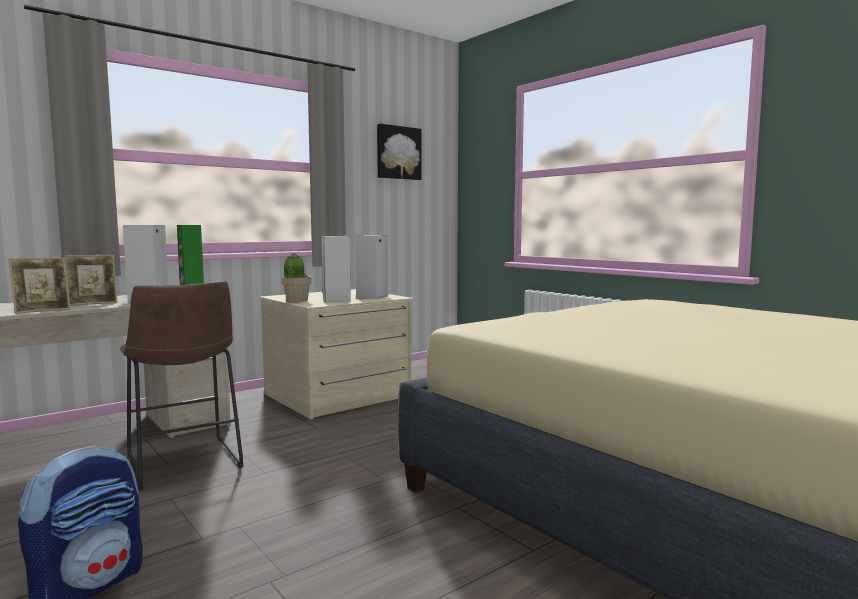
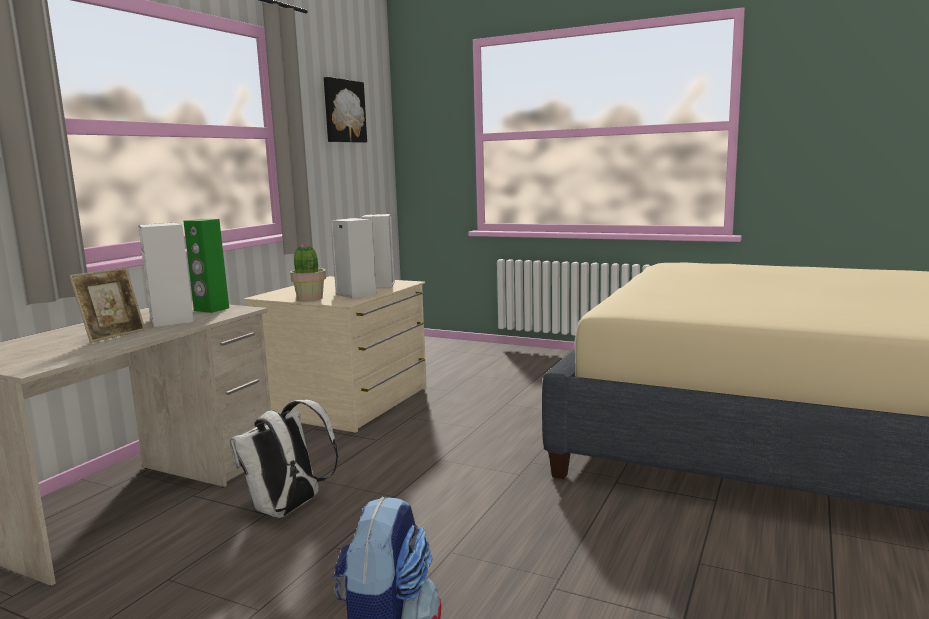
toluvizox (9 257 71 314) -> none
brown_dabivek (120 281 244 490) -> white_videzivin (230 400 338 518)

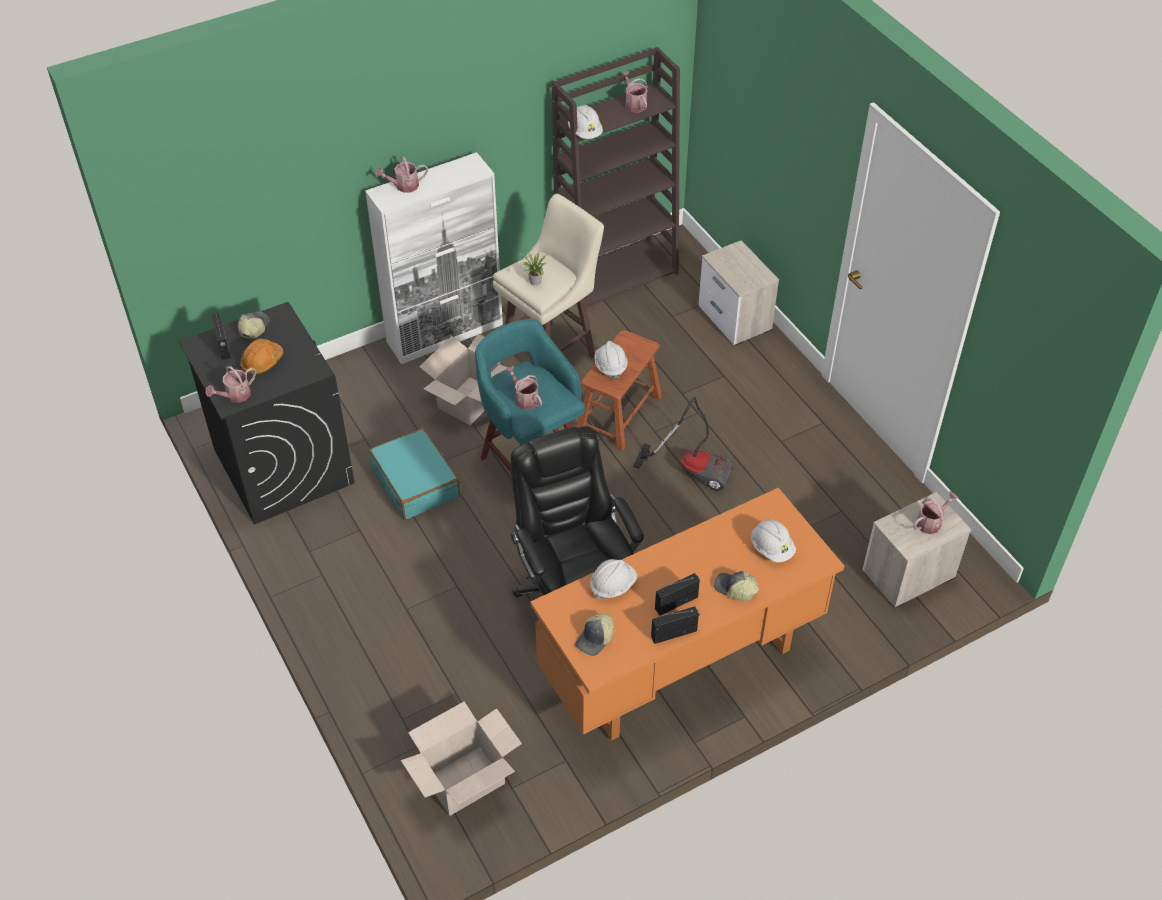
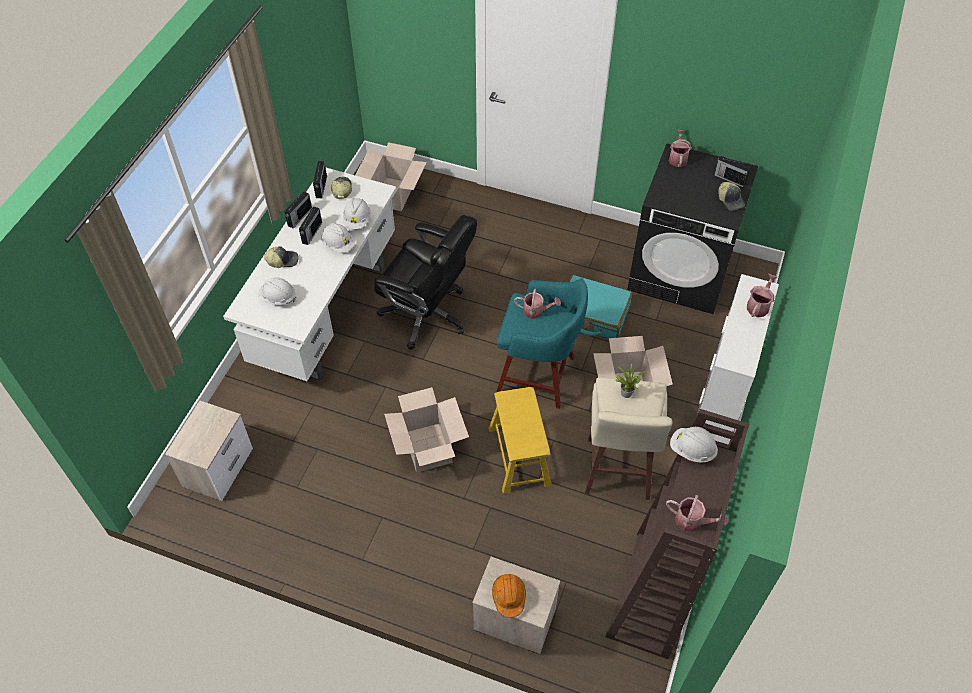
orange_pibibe (240 339 283 374) -> orange_pibibe (492 574 526 618), shifted
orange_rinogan (530 488 844 741) -> white_rinogan (223 168 397 381)
brown_dabivek (576 330 662 450) -> yellow_dabivek (489 387 552 494)
white_pibibe (594 341 628 380) -> white_pibibe (321 223 356 253), shifted
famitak (633 397 734 491) -> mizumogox (384 387 469 473)
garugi (913 491 958 534) -> none
none -> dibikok (313 161 327 198)

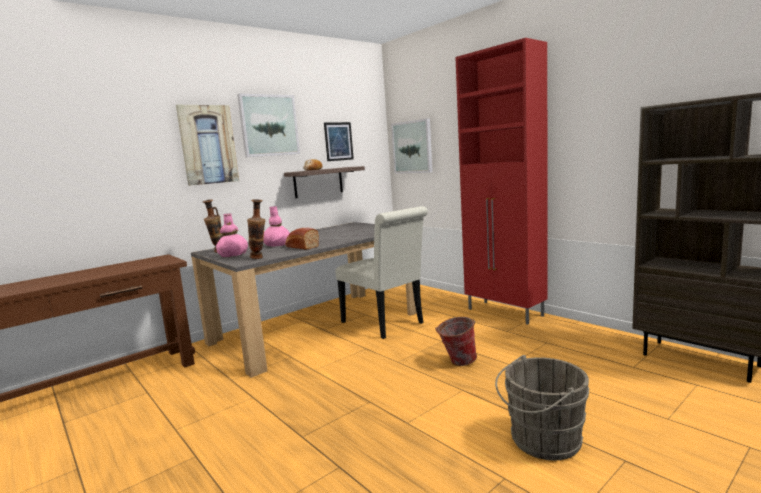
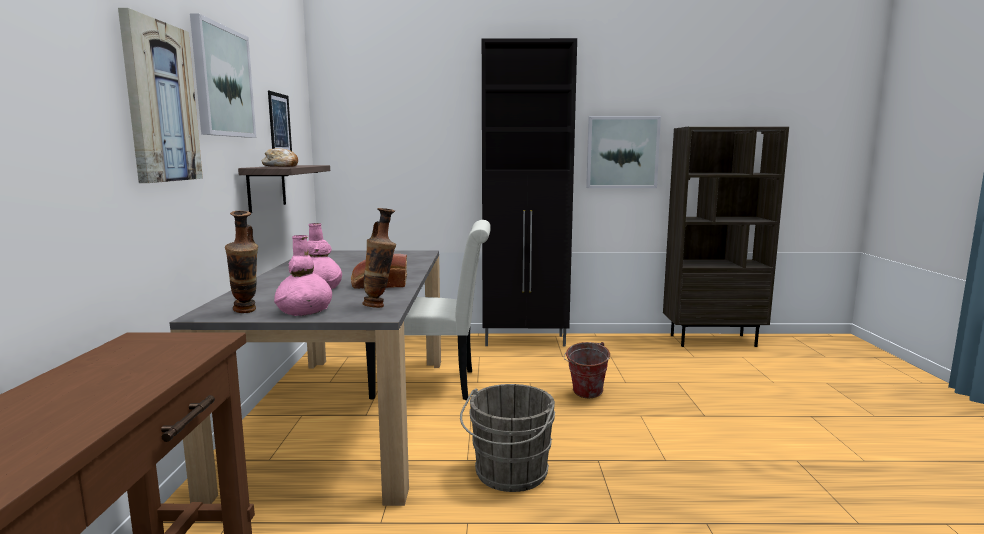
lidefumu (391 118 433 174) -> lidefumu (586 116 661 188), shifted
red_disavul (455 38 548 325) -> black_disavul (482 38 577 346)
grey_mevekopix (495 355 589 461) -> grey_mevekopix (460 384 555 492), shifted

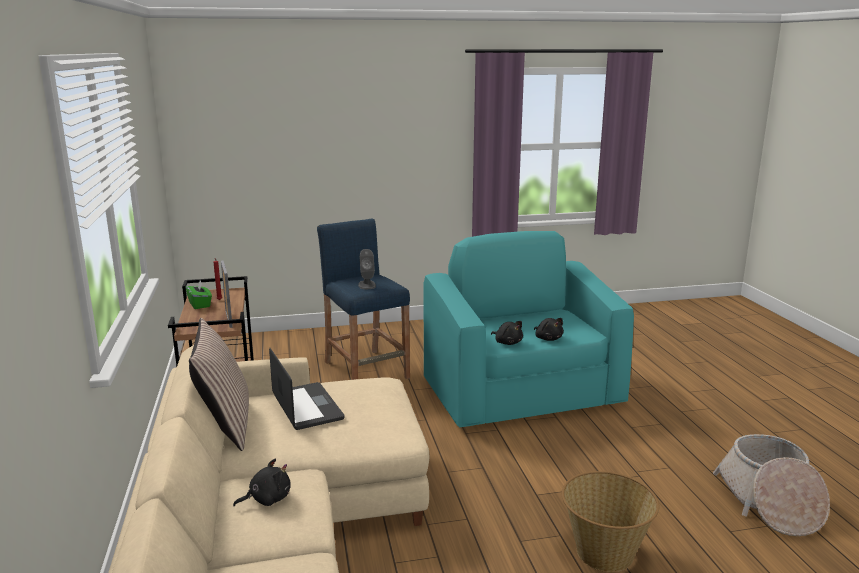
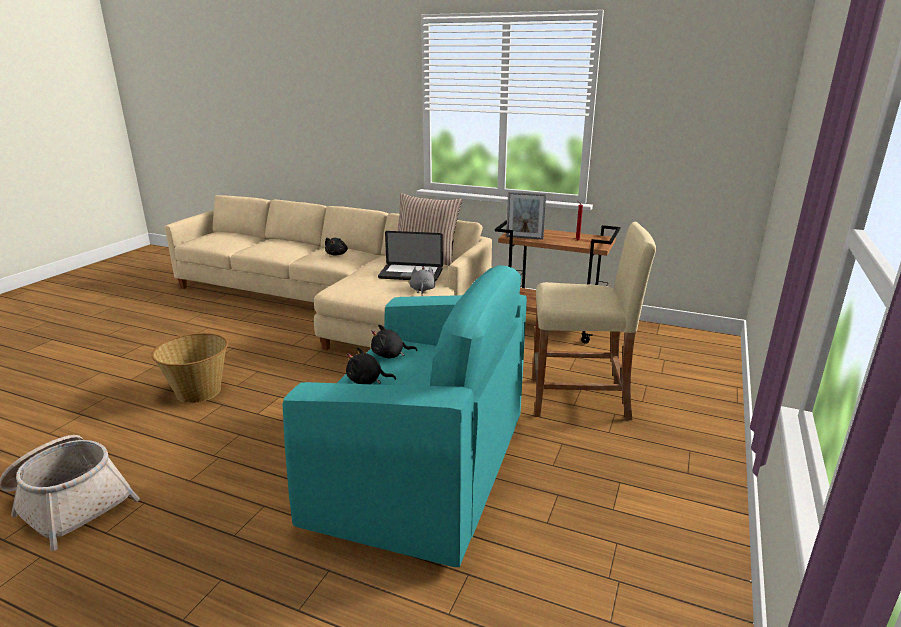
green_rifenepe (186 281 212 309) -> none
blue_dabivek (317 218 410 380) -> beige_dabivek (532 222 656 420)
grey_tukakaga (358 249 376 289) -> none
none -> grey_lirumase (409 266 435 295)

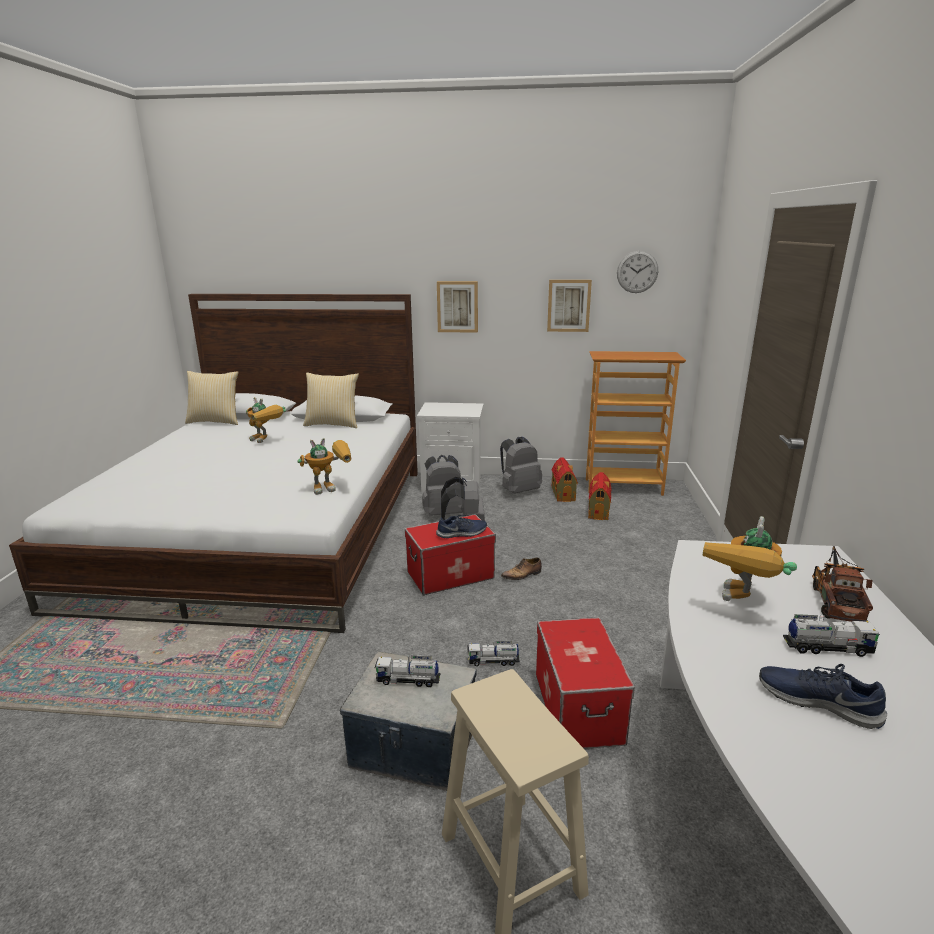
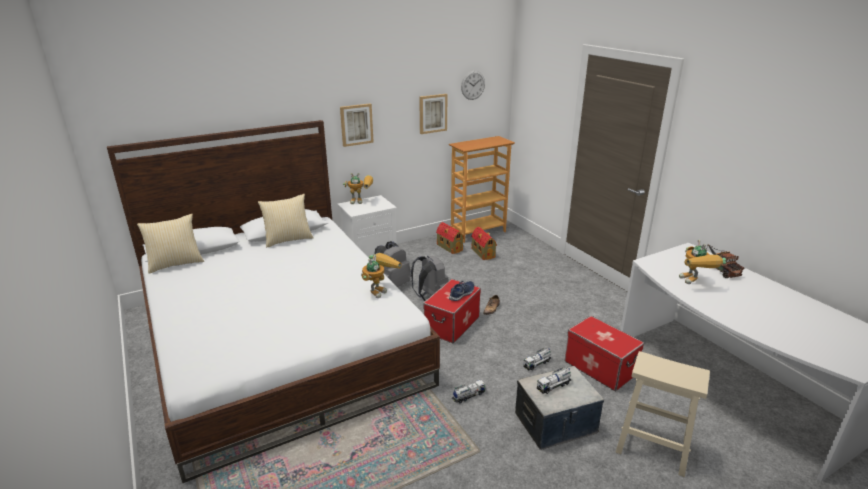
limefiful (246 397 286 443) -> limefiful (343 173 373 204), shifted
grey_videzivin (500 437 542 494) -> none
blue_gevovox (759 664 887 729) -> none
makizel (783 614 881 657) -> makizel (452 380 486 403), shifted

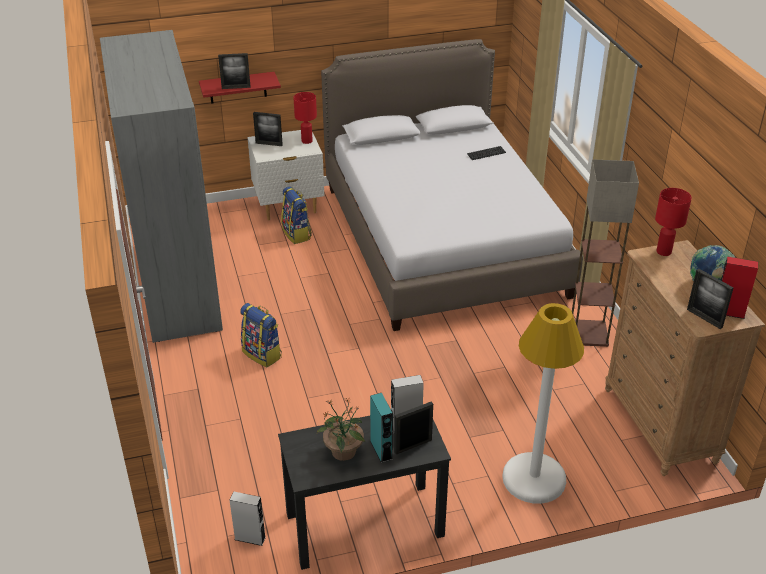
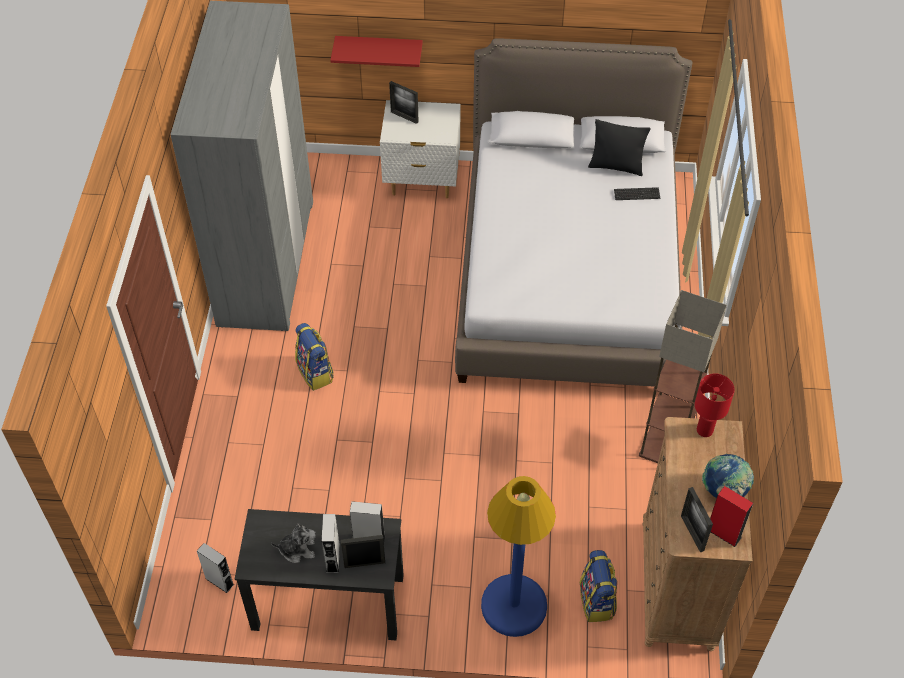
toluvizox (218 53 251 89) -> none
videzivin (281 186 312 244) -> videzivin (580 550 617 622), shifted
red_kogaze (293 92 317 144) -> none
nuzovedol (317 398 365 461) -> lirumase (271 523 316 563)
turquoise_tukakaga (370 393 393 463) -> grey_tukakaga (322 514 340 573)
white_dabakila (502 303 584 504) -> blue_dabakila (481 476 556 637)
none -> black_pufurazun (588 119 650 176)

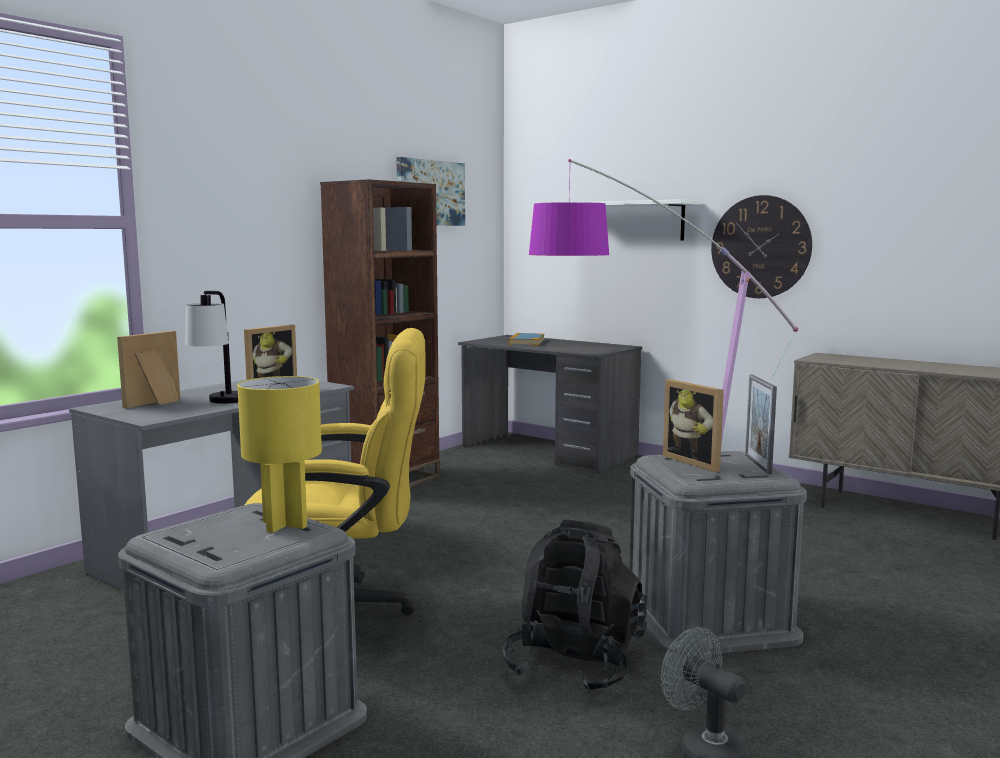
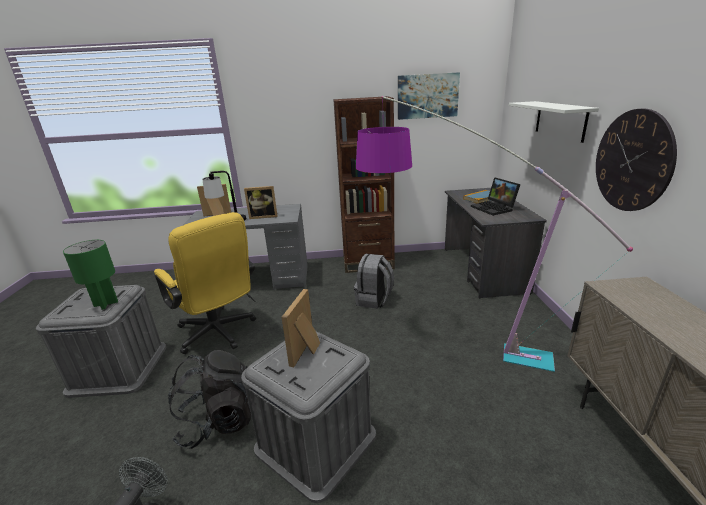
yellow_kogaze (237 376 322 533) -> green_kogaze (63 240 118 310)
toluvizox (745 375 777 474) -> none
none -> grey_videzivin (354 254 394 309)
none -> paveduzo (471 177 521 216)

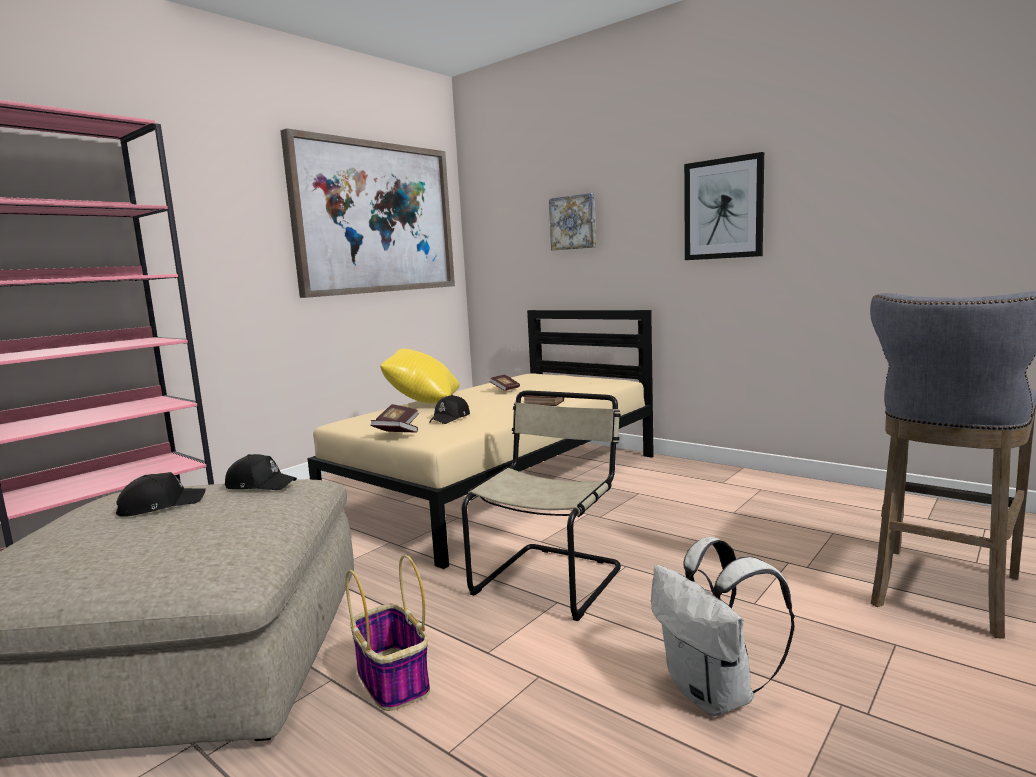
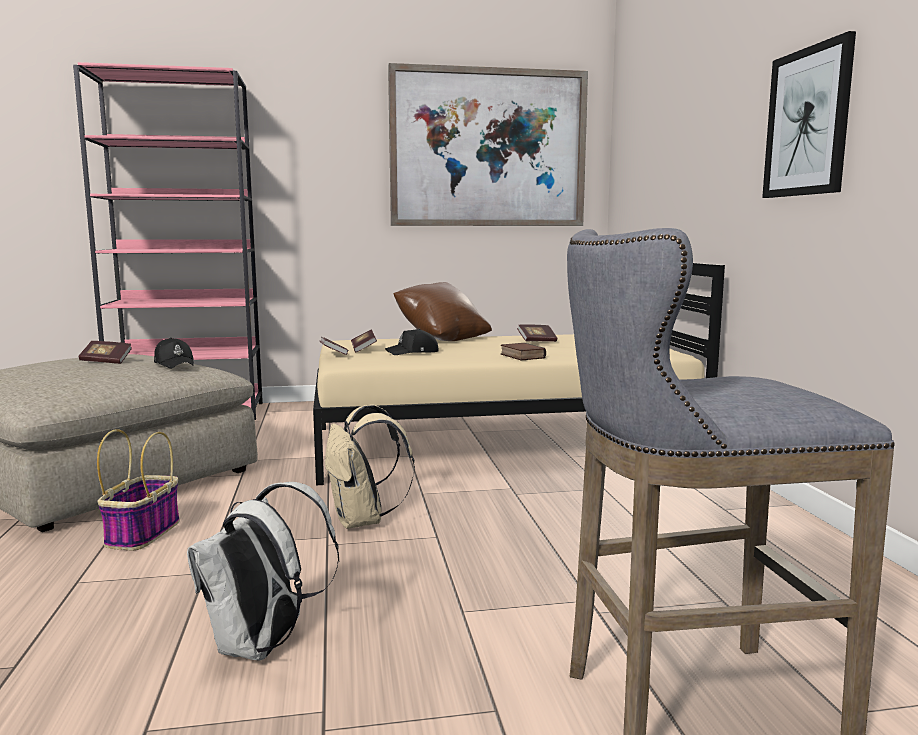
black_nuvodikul (116 472 206 517) -> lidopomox (79 341 132 364)
yellow_pufurazun (380 349 459 404) -> brown_pufurazun (393 282 492 341)
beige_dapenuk (462 390 621 621) -> beige_videzivin (325 404 415 529)
lidefumu (549 193 596 250) -> none

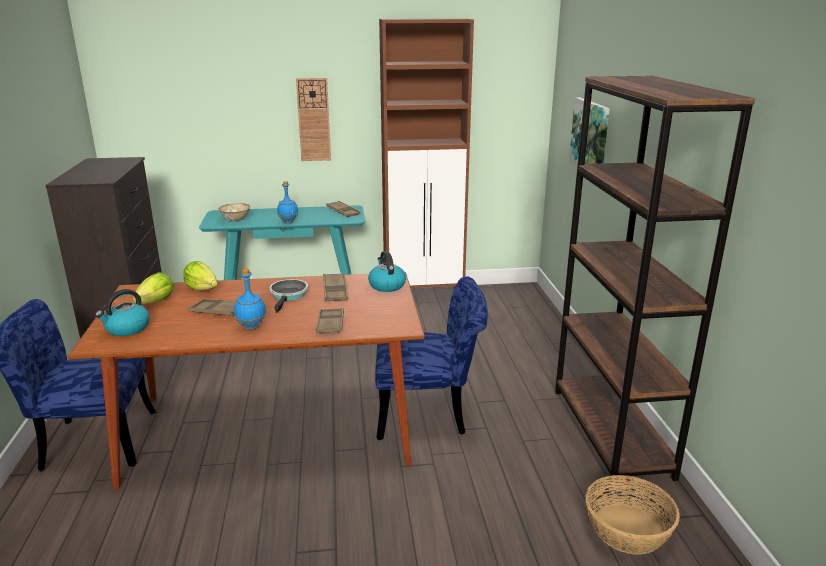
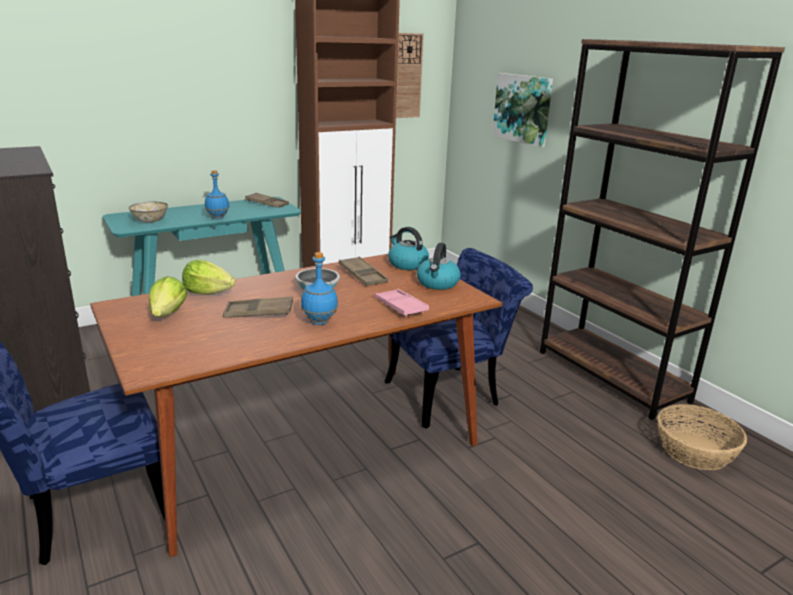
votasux (95 289 150 336) -> votasux (417 243 461 290), shifted
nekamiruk (296 78 331 161) -> nekamiruk (396 33 424 118), shifted
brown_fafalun (316 308 344 334) -> pink_fafalun (375 289 429 317)

